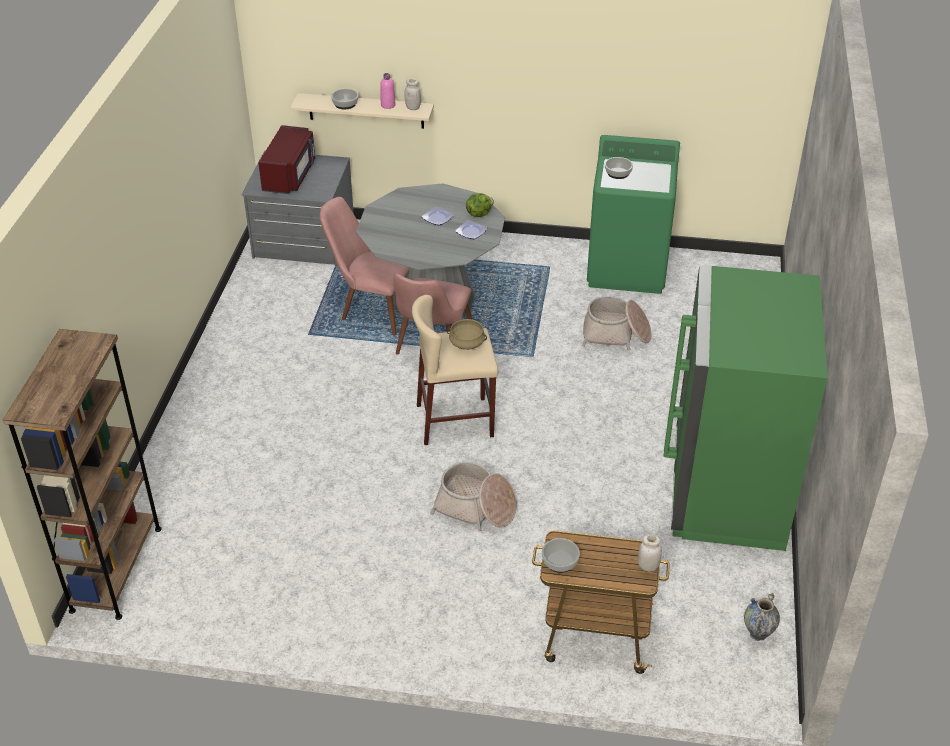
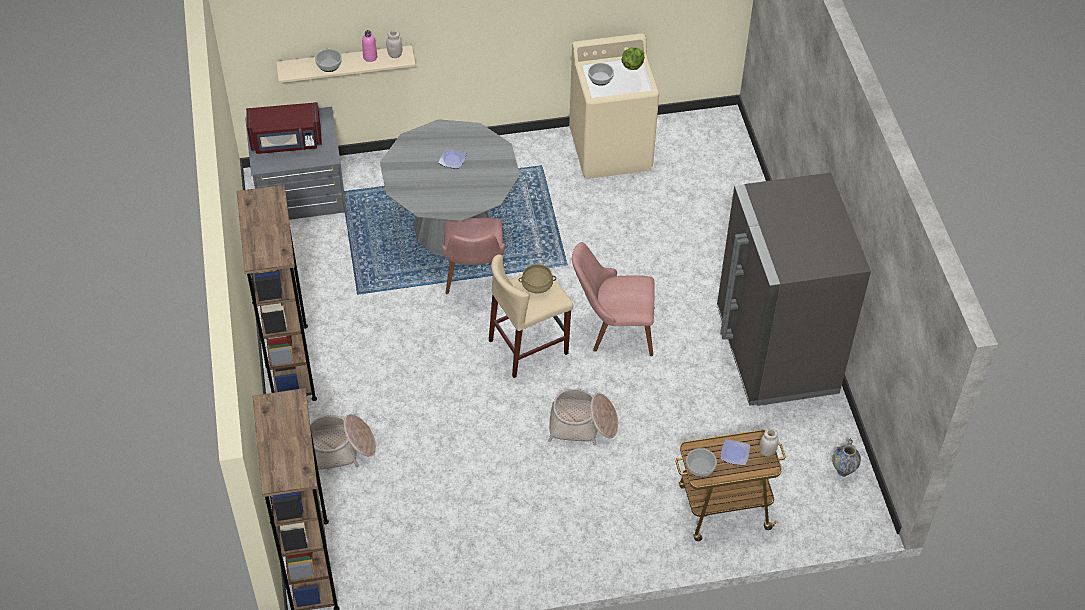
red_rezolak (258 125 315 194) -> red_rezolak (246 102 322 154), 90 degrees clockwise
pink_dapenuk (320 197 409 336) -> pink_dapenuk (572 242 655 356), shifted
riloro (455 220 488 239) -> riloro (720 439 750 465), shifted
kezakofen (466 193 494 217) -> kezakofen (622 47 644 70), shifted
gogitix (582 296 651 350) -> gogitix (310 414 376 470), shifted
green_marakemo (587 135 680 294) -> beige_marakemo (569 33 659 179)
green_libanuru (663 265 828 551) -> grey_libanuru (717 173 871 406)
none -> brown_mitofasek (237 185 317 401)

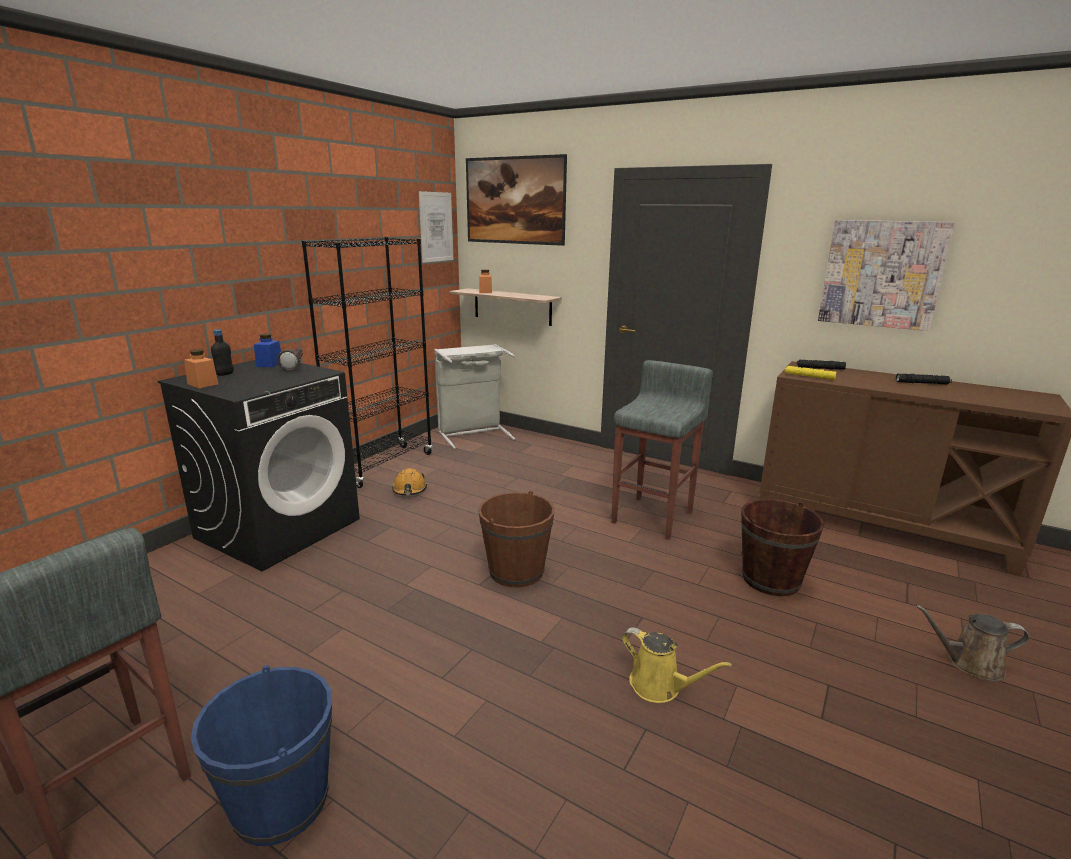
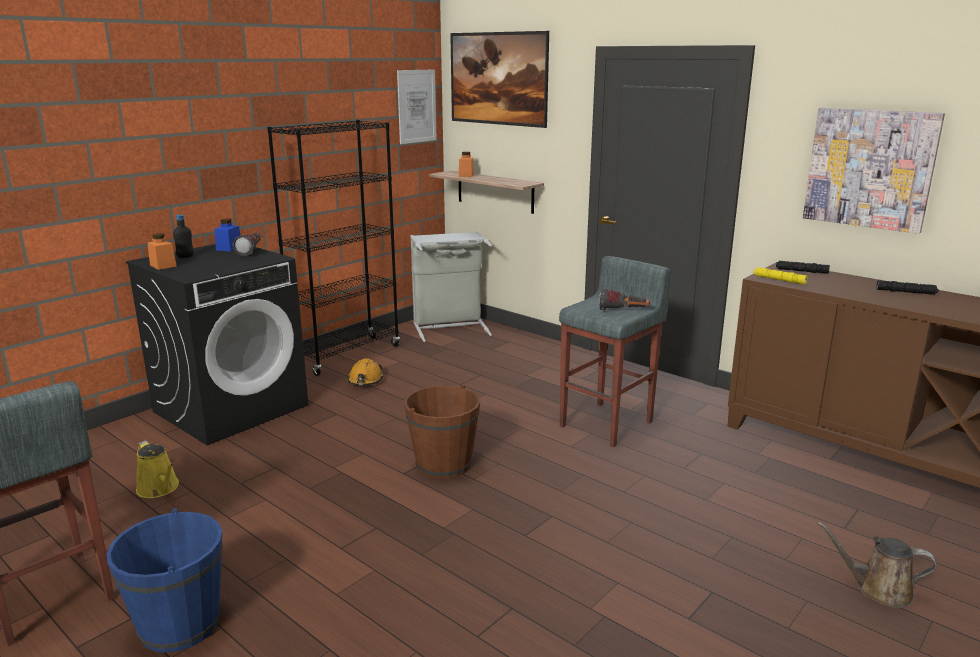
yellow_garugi (622 627 732 703) -> yellow_garugi (136 440 179 498), shifted
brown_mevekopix (741 499 825 596) -> none
none -> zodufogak (599 288 650 310)

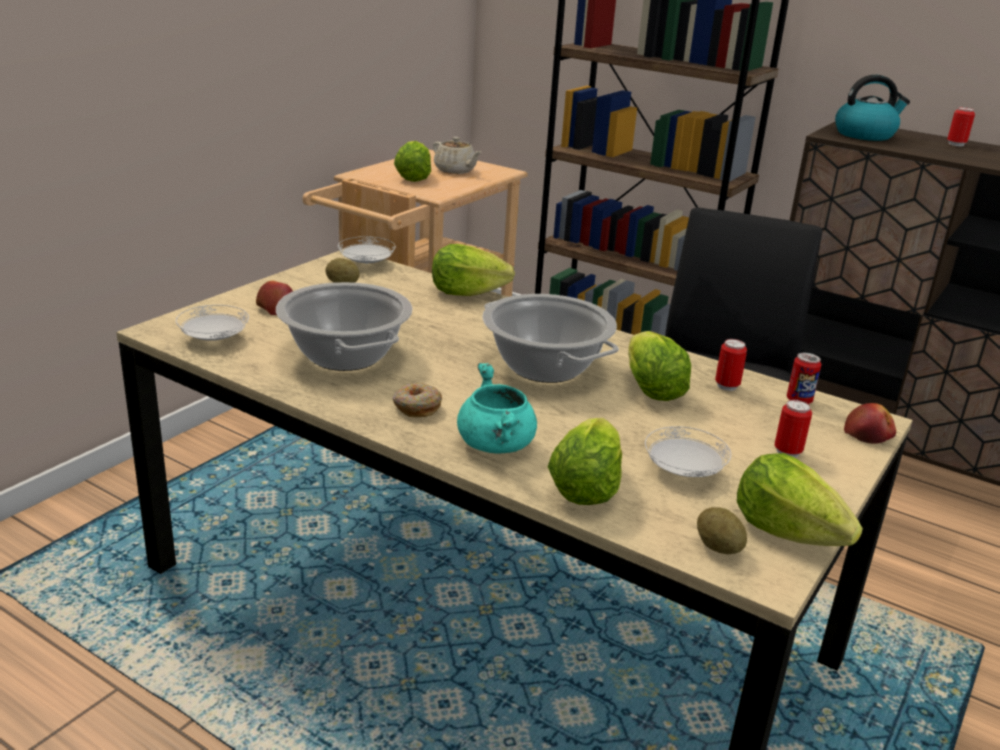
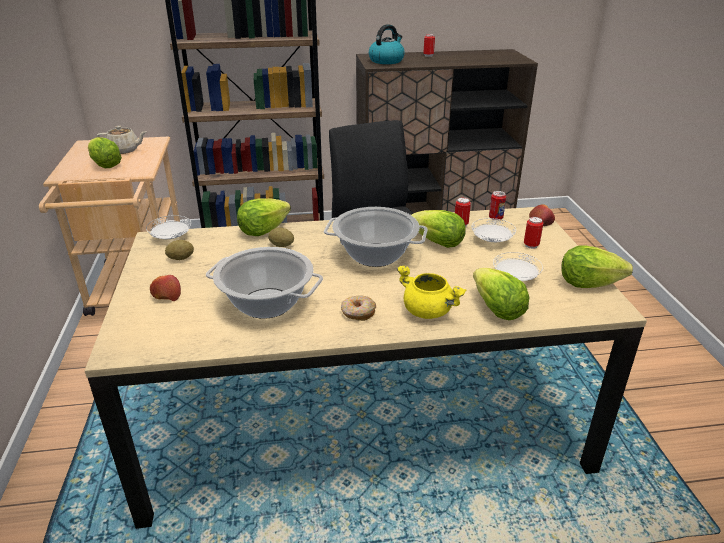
white_riloro (176 305 249 341) -> white_riloro (471 218 516 242), shifted
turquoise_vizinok (457 363 537 453) -> yellow_vizinok (397 266 466 319)
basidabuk (697 507 747 554) -> basidabuk (268 227 294 247), shifted

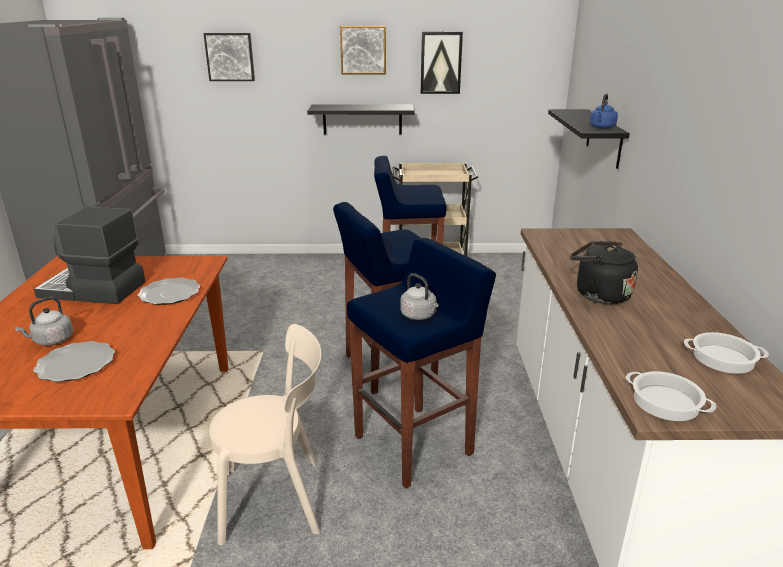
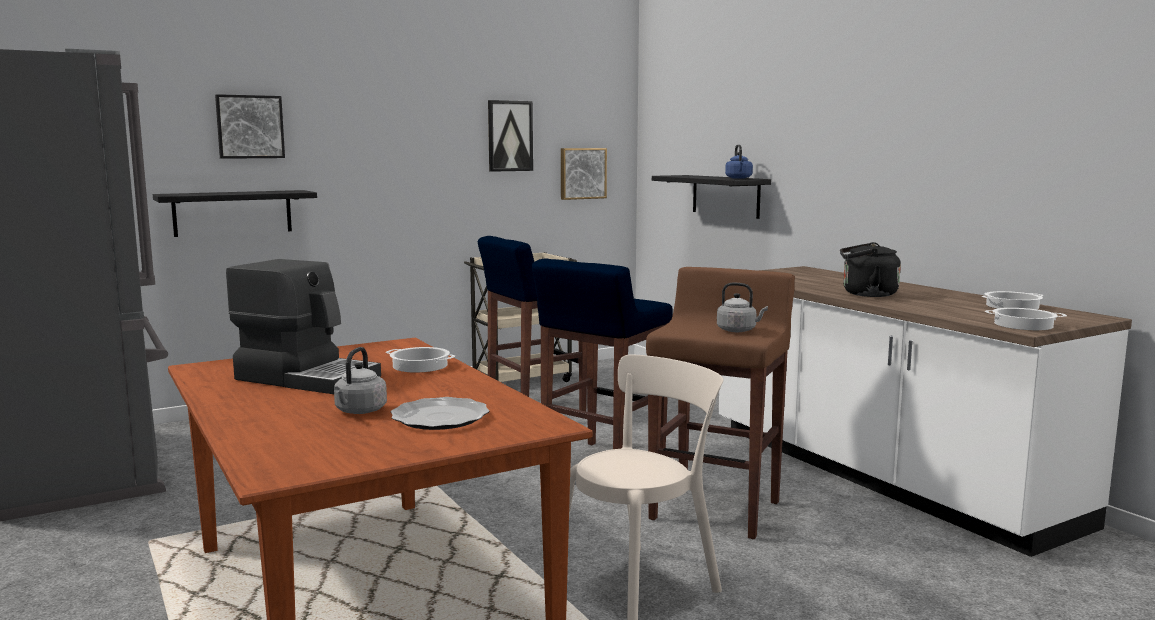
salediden (34 207 146 304) -> salediden (226 259 381 394), 135 degrees counterclockwise
riloro (137 278 200 305) -> vizinok (386 347 455 372)
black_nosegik (307 104 415 135) -> black_nosegik (153 190 317 237), shifted
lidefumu (340 26 386 74) -> lidefumu (561 148 607 200), shifted
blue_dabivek (347 238 496 489) -> brown_dabivek (646 267 795 539)

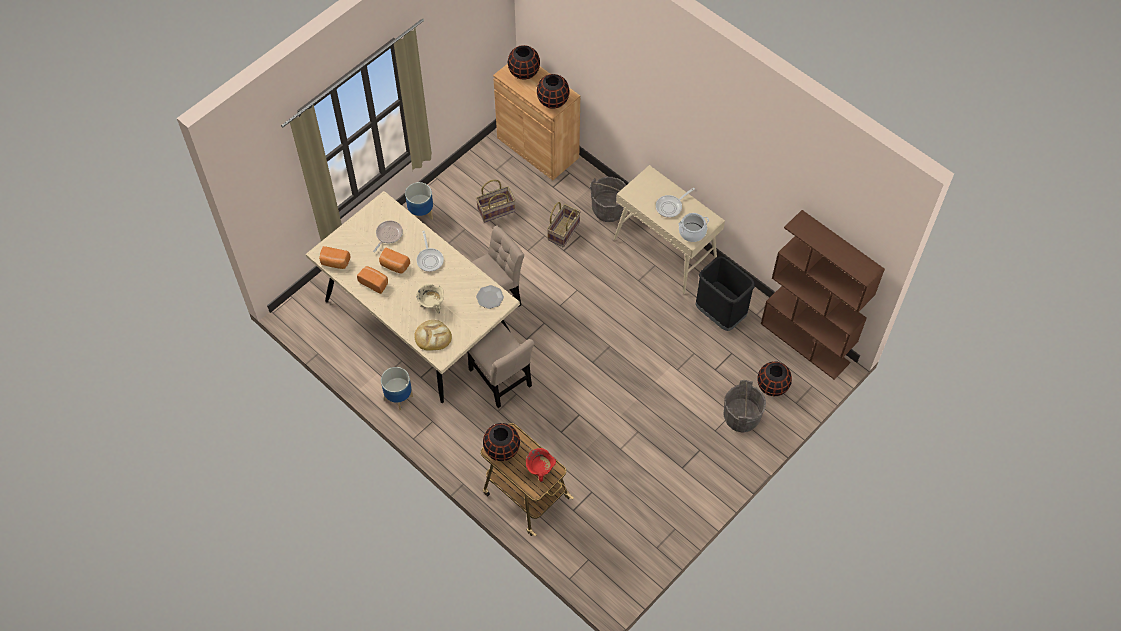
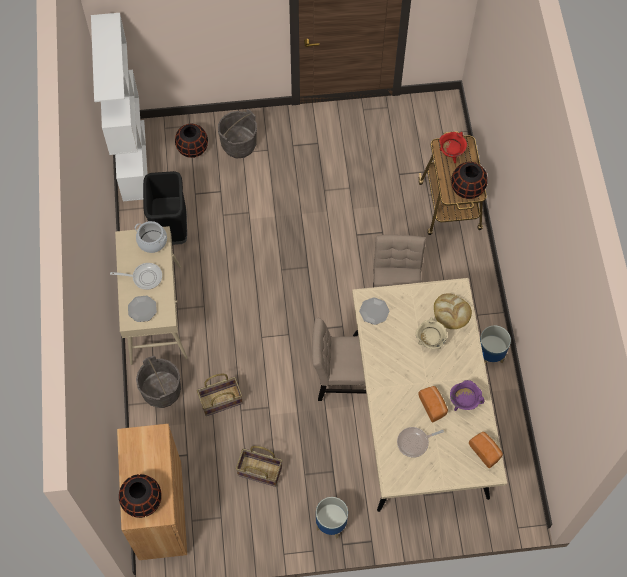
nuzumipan (357 266 388 294) -> purple_vizinok (450 380 485 411)
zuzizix (416 231 444 272) -> none
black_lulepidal (537 74 570 109) -> none
brown_mitofasek (761 210 885 380) -> white_mitofasek (91 13 148 201)
none -> riloro (128 296 157 322)

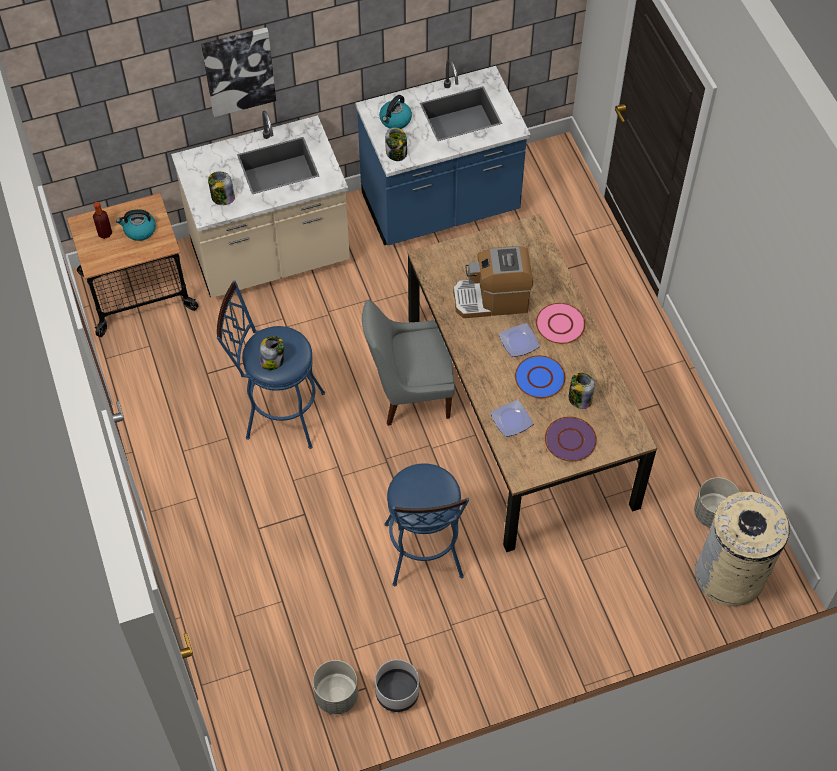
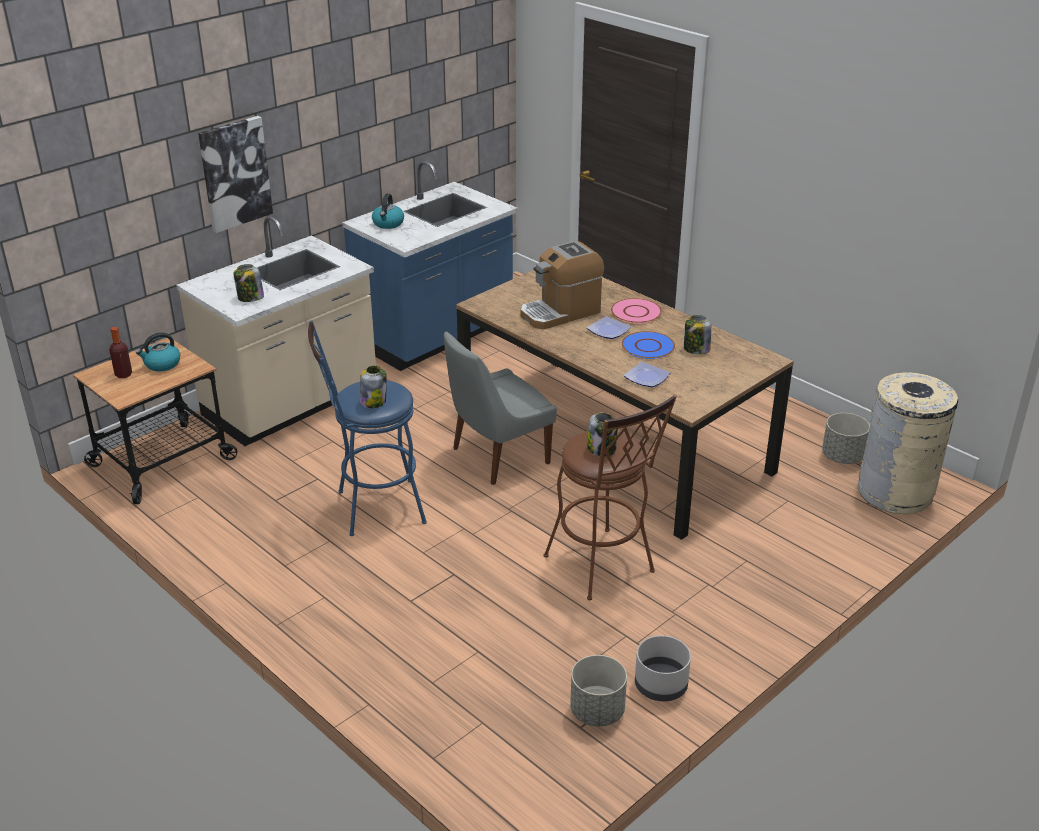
blue_dabivek (384 463 469 586) -> brown_dabivek (544 395 677 600)
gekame (385 128 407 161) -> gekame (587 412 618 457), shifted
purple_riloro (545 417 597 462) -> none

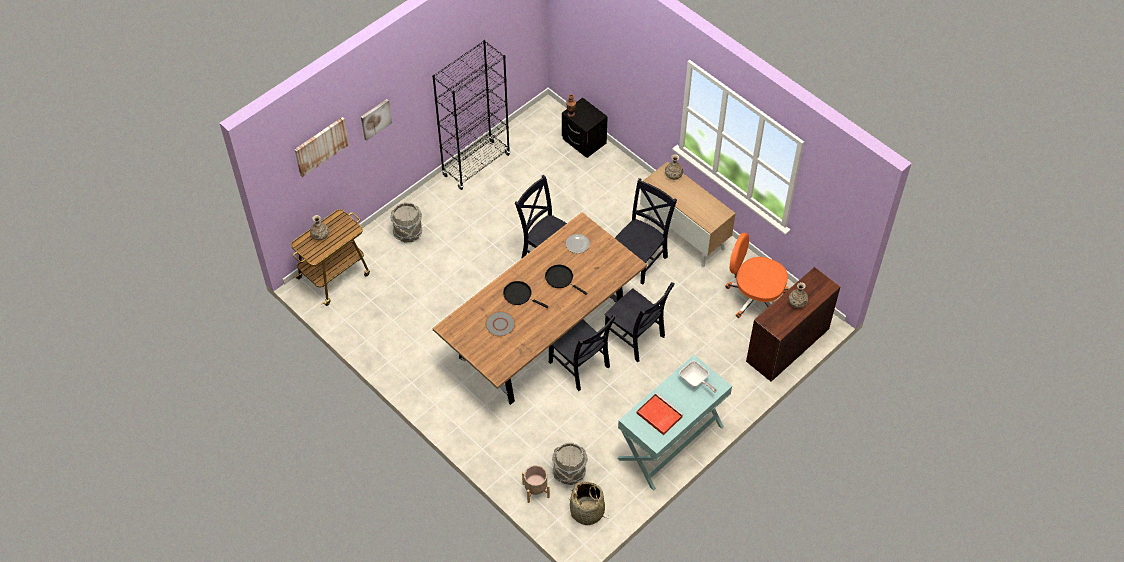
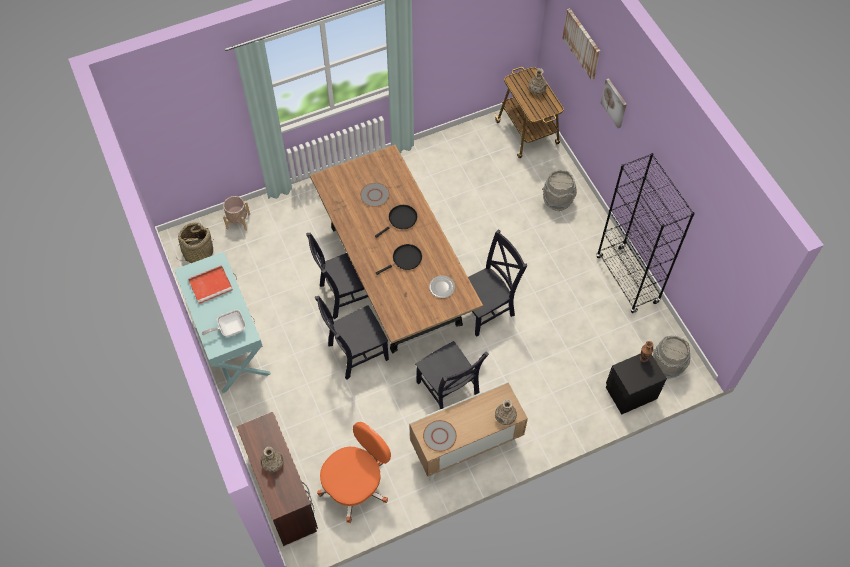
grey_mevekopix (552 443 588 485) -> grey_mevekopix (653 336 691 379), shifted
none -> grey_riloro (423 420 457 452)

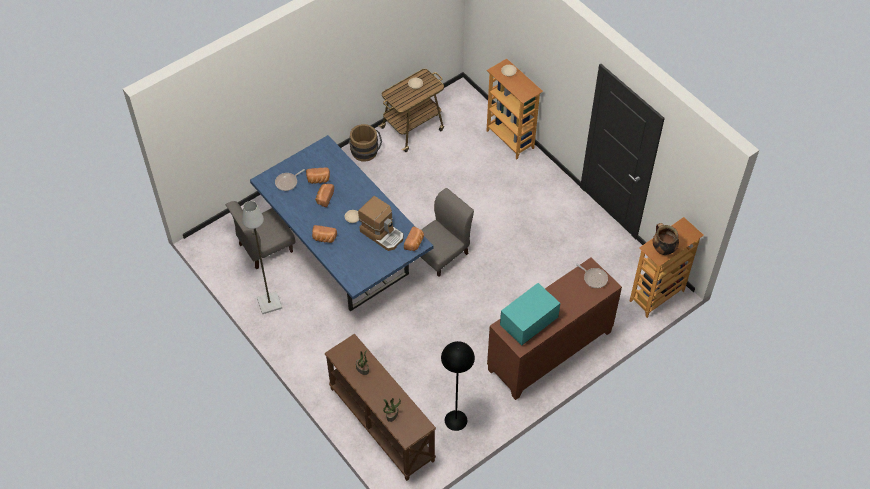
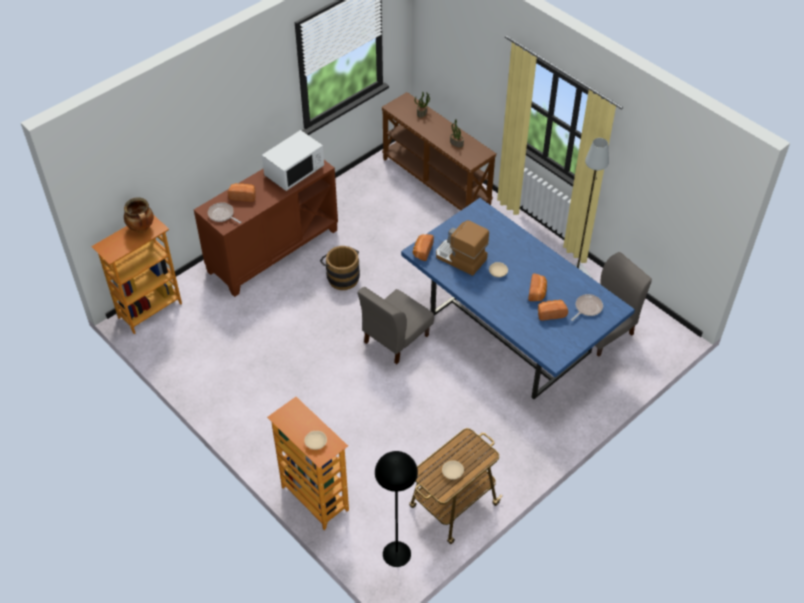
nuzumipan (312 225 337 243) -> nuzumipan (228 183 256 202), shifted
brown_mevekopix (349 124 382 162) -> brown_mevekopix (320 246 360 290), shifted
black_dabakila (441 341 475 431) -> black_dabakila (375 451 418 567), shifted
turquoise_rezolak (500 283 560 345) -> white_rezolak (262 130 324 191)

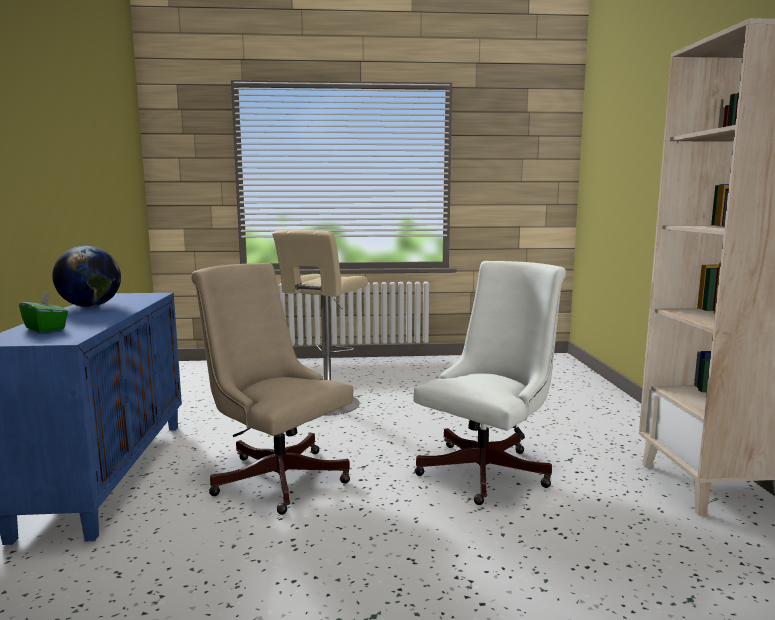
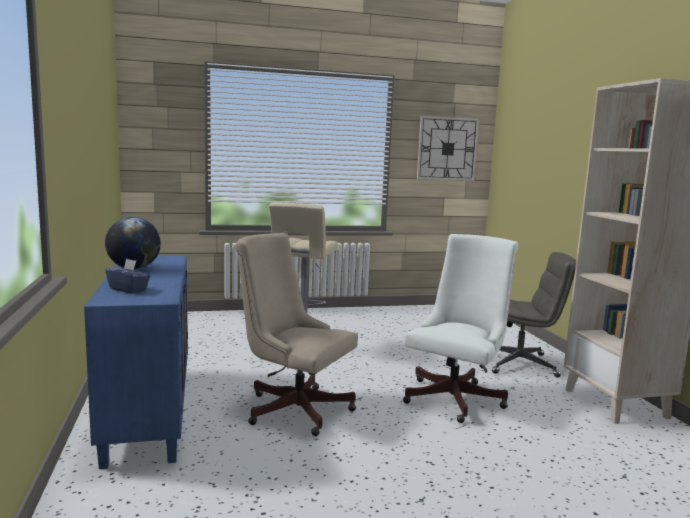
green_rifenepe (19 291 68 333) -> blue_rifenepe (106 259 150 293)
none -> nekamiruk (417 116 479 181)
none -> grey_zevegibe (492 252 576 378)

